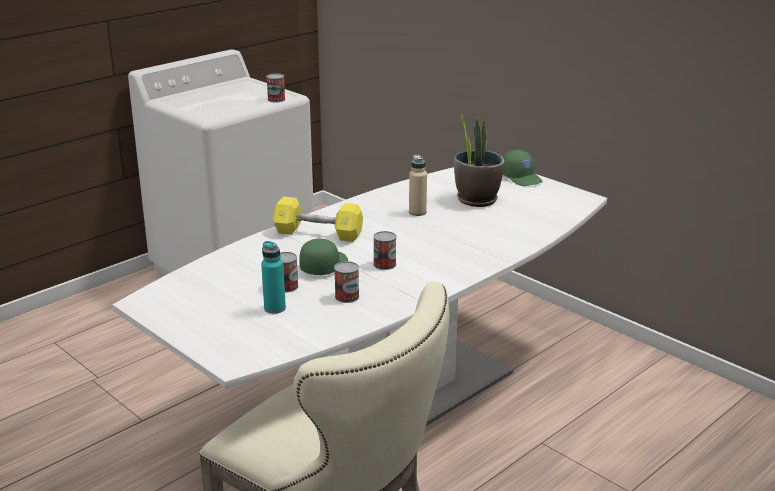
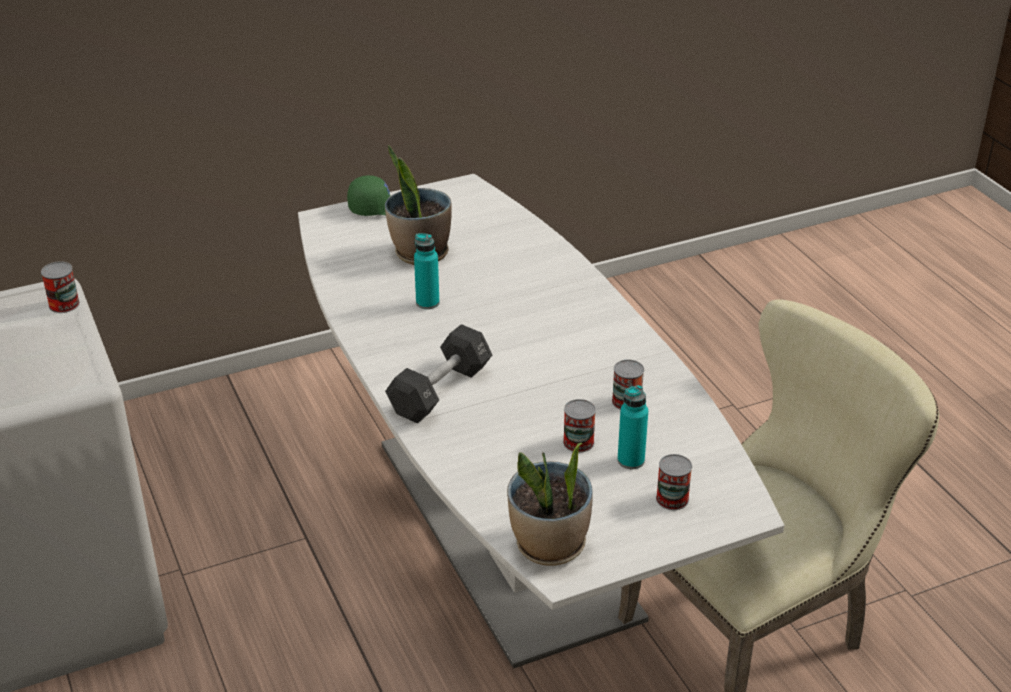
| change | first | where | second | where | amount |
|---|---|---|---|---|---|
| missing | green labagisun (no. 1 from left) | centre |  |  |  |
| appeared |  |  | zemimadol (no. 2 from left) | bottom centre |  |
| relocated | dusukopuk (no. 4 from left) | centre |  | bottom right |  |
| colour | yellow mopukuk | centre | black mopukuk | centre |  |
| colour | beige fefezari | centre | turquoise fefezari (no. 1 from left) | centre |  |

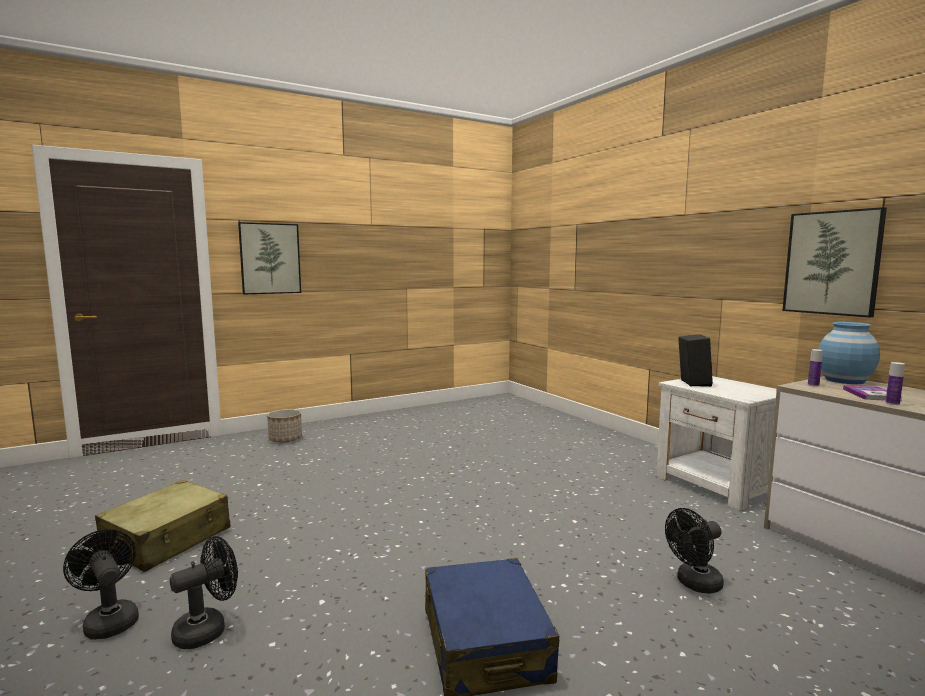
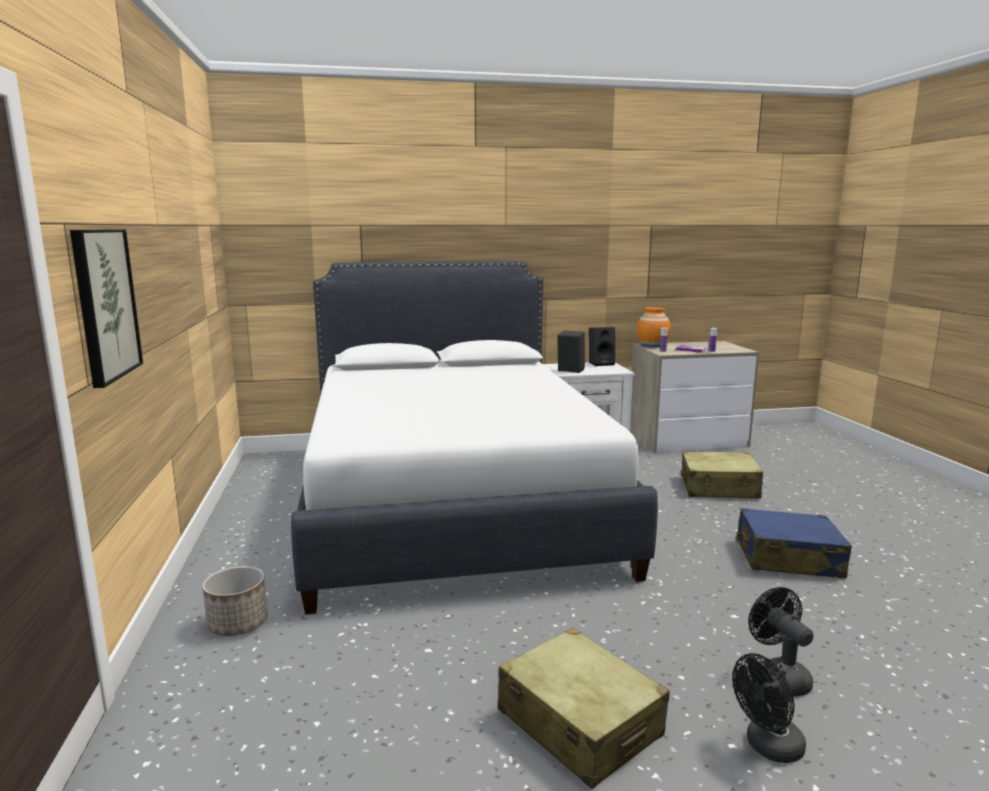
| change | first | where | second | where | amount |
|---|---|---|---|---|---|
| missing | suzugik (no. 2 from left) | middle right |  |  |  |
| appeared |  |  | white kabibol | centre |  |
| appeared |  |  | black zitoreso (no. 2 from left) | centre |  |
| exchanged | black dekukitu (no. 3 from left) | bottom right | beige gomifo (no. 2 from left) | middle right |  |
| colour | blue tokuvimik | middle right | orange tokuvimik | centre |  |

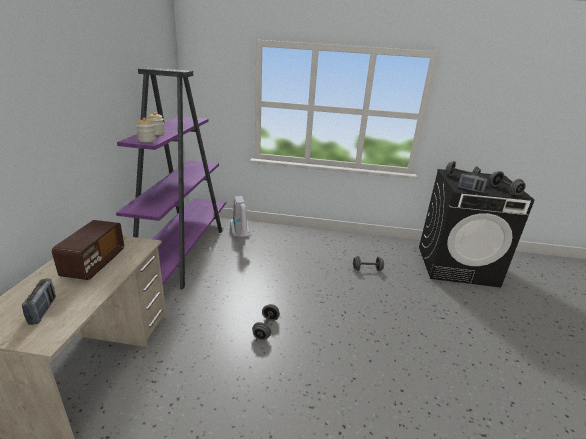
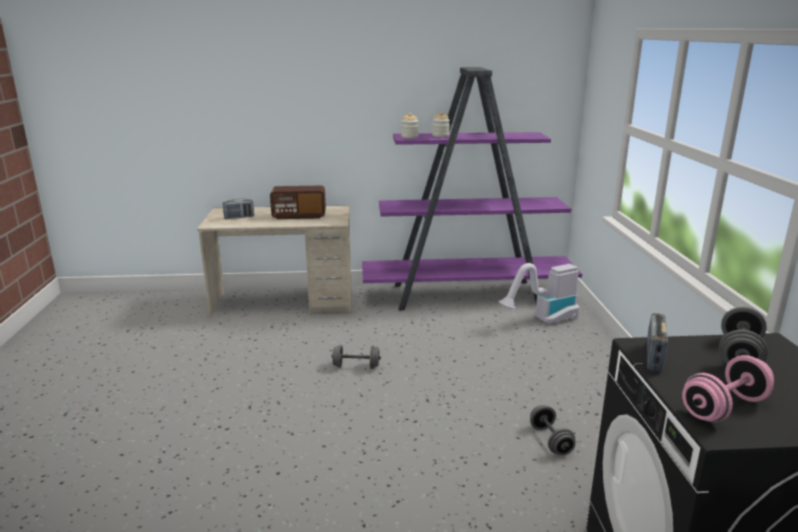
| change | first | where | second | where | amount |
|---|---|---|---|---|---|
| colour | grey mopukuk (no. 4 from left) | middle right | pink mopukuk | bottom right |  |

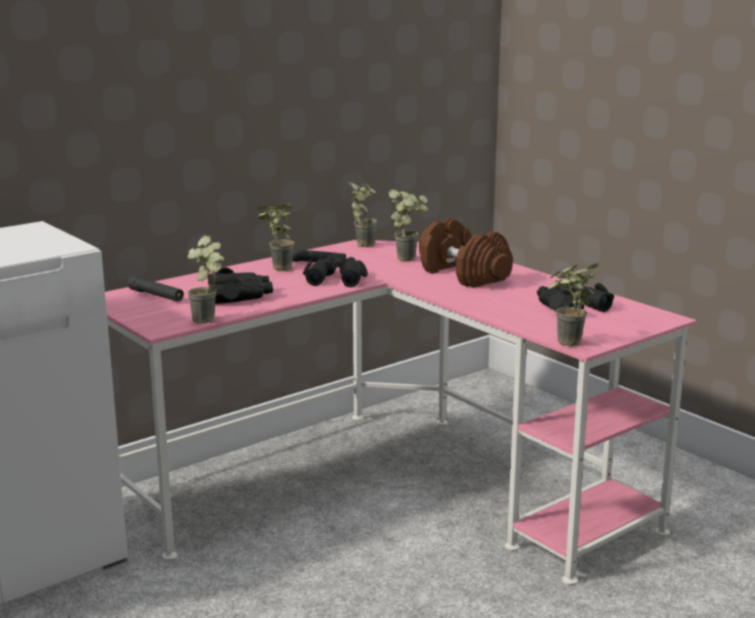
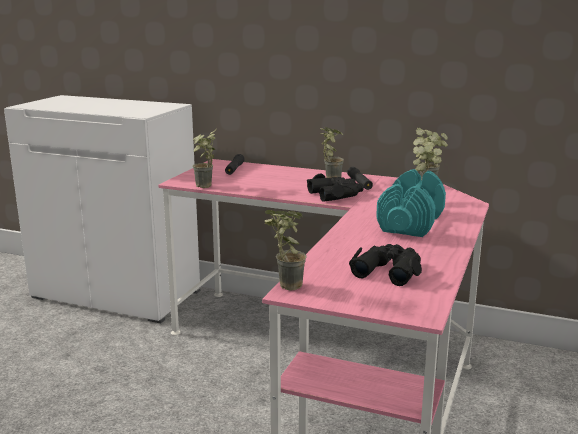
| change | first | where | second | where | amount |
|---|---|---|---|---|---|
| missing | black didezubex (no. 1 from left) | middle left |  |  |  |
| colour | brown mopukuk | centre | turquoise mopukuk | middle right |  |

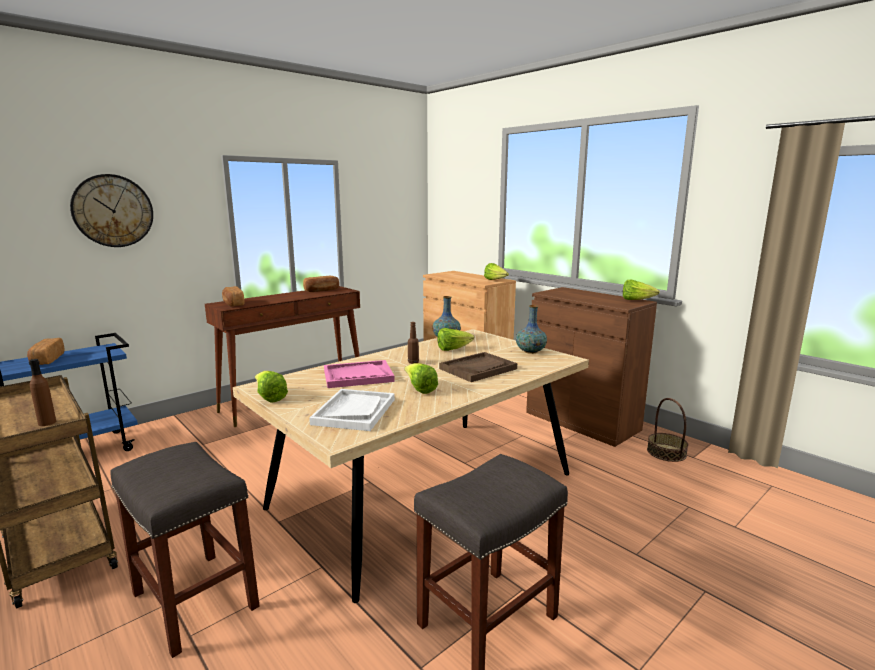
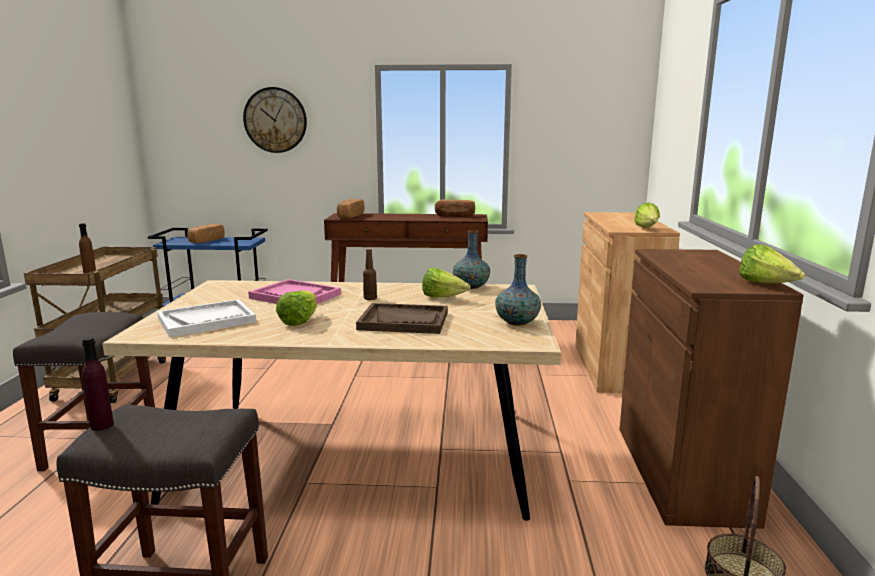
| change | first | where | second | where | amount |
|---|---|---|---|---|---|
| missing | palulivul (no. 1 from left) | middle left |  |  |  |
| appeared |  |  | purple fefezari | bottom left |  |

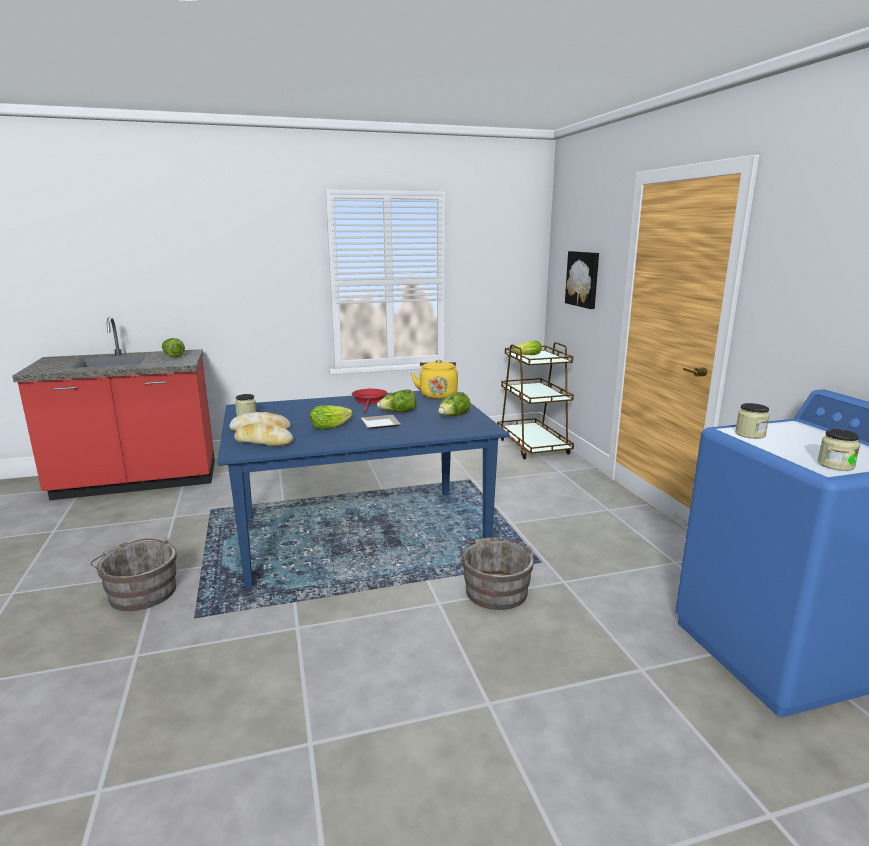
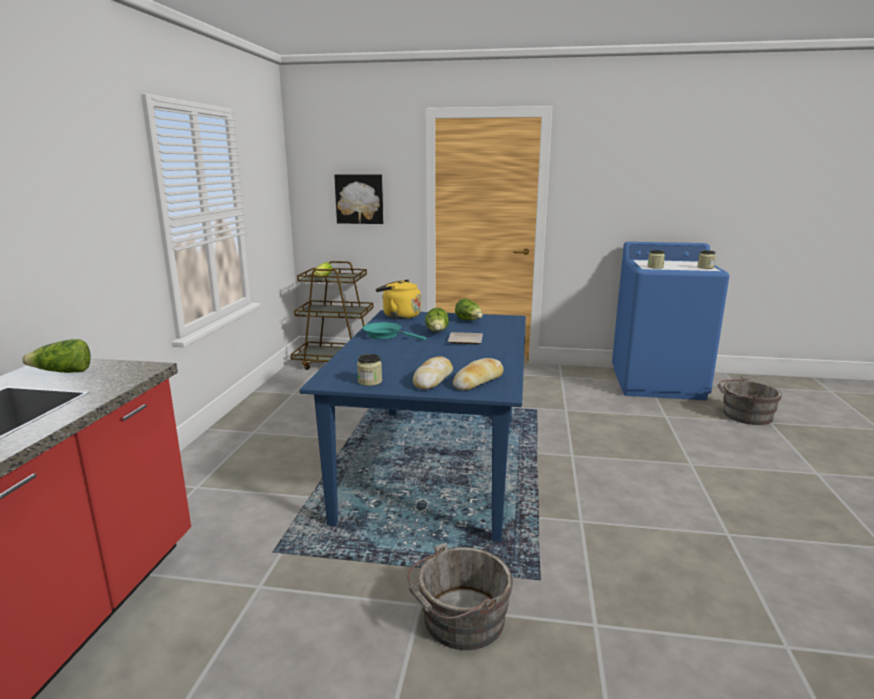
| change | first | where | second | where | amount |
|---|---|---|---|---|---|
| missing | palulivul (no. 2 from left) | centre |  |  |  |
| relocated | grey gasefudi (no. 2 from left) | bottom centre |  | middle right |  |
| colour | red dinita | centre | turquoise dinita | centre |  |

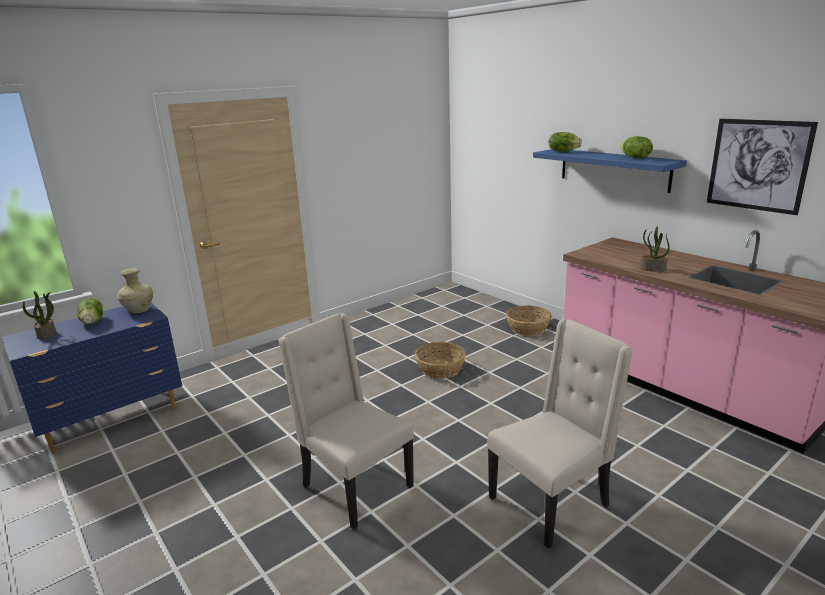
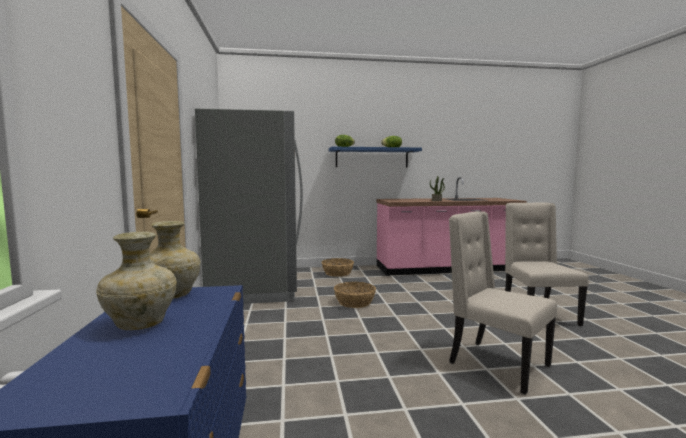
| change | first | where | second | where | amount |
|---|---|---|---|---|---|
| missing | zemimadol (no. 1 from left) | middle left |  |  |  |
| missing | suzugik | top right |  |  |  |
| appeared |  |  | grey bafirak | centre |  |
| exchanged | palulivul (no. 1 from left) | middle left | beige tokuvimik (no. 1 from left) | middle left |  |
| spun | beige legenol (no. 1 from left) | bottom centre |  | bottom right | 60 degrees clockwise |

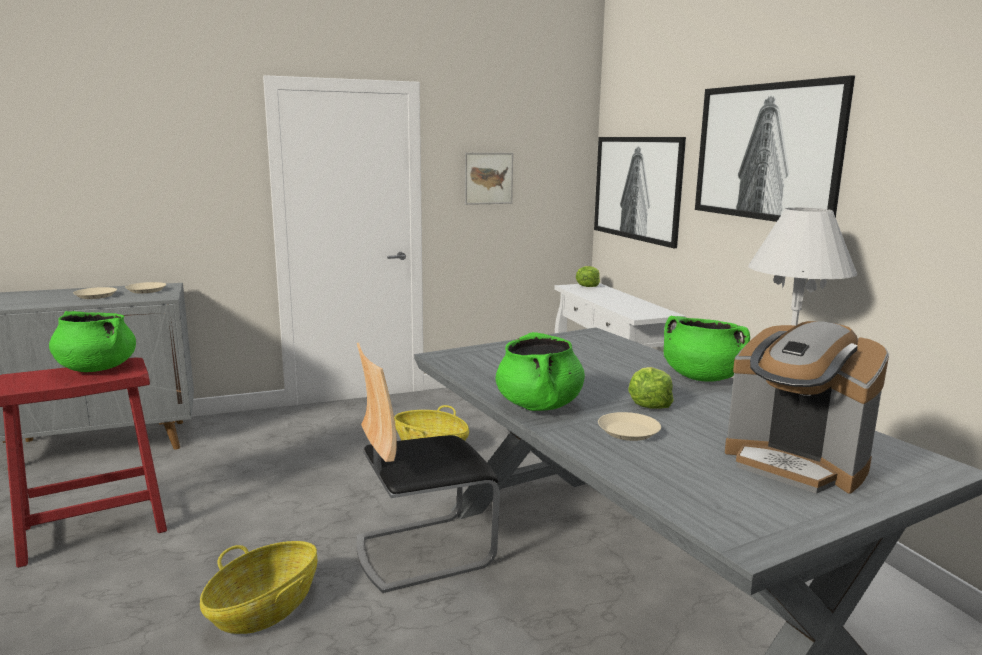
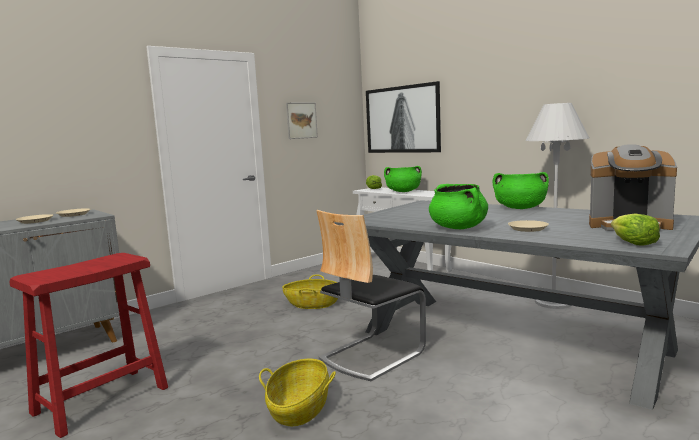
| change | first | where | second | where | amount |
|---|---|---|---|---|---|
| missing | suzugik (no. 3 from left) | top right |  |  |  |
| relocated | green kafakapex (no. 1 from left) | middle left |  | centre |  |
| relocated | palulivul (no. 2 from left) | centre |  | middle right |  |

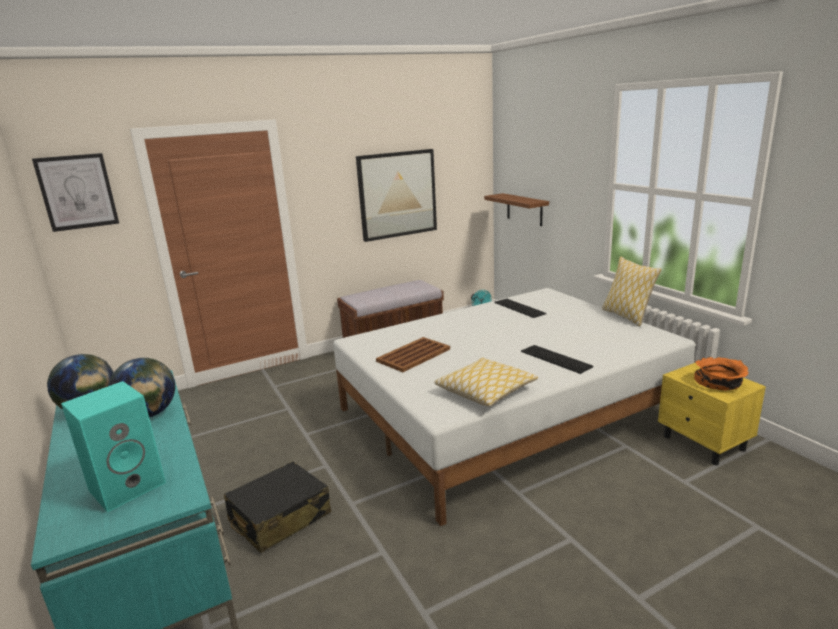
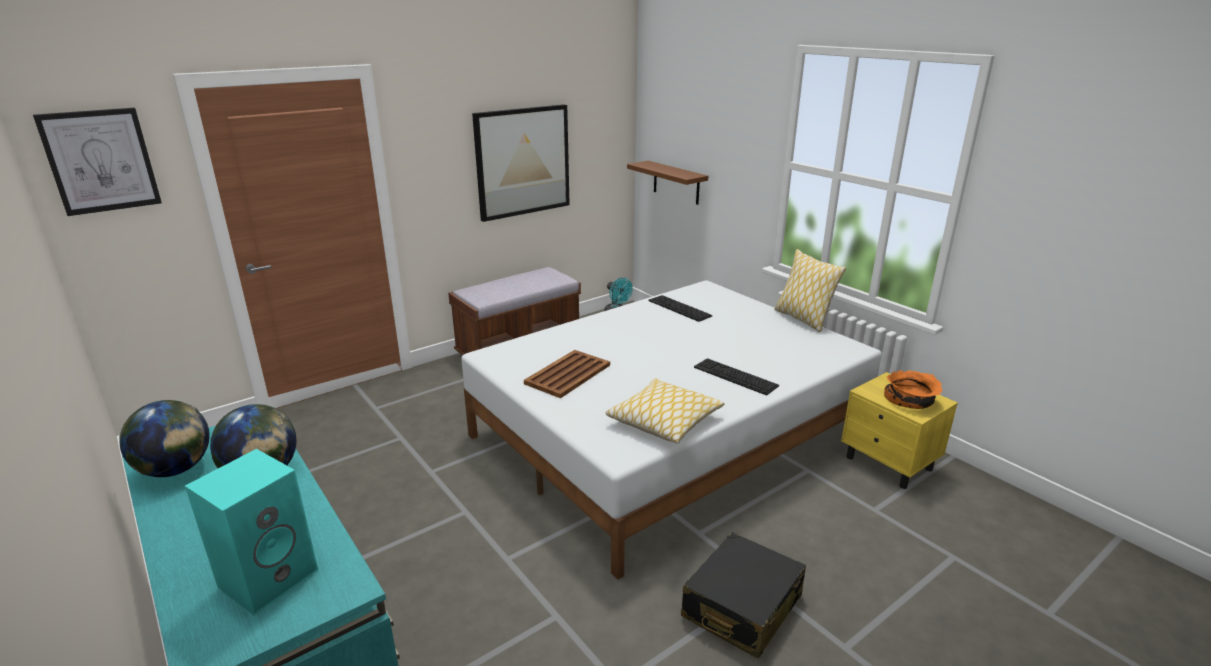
| change | first | where | second | where | amount |
|---|---|---|---|---|---|
| relocated | black gomifo | bottom left |  | bottom centre |  |

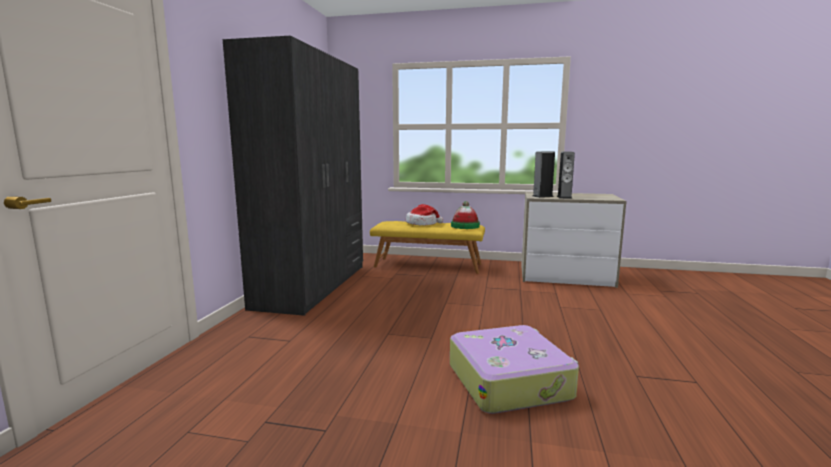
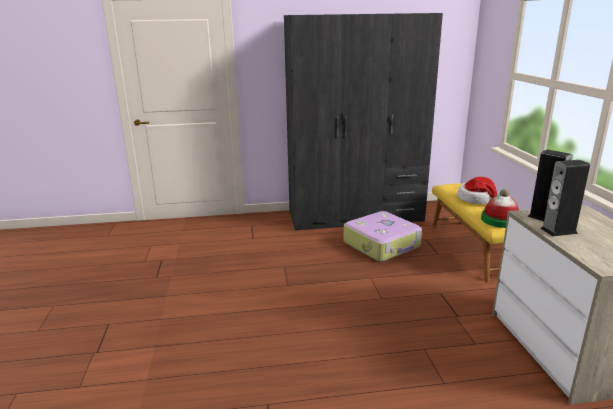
| change | first | where | second | where | amount |
|---|---|---|---|---|---|
| relocated | gomifo | bottom centre |  | centre |  |

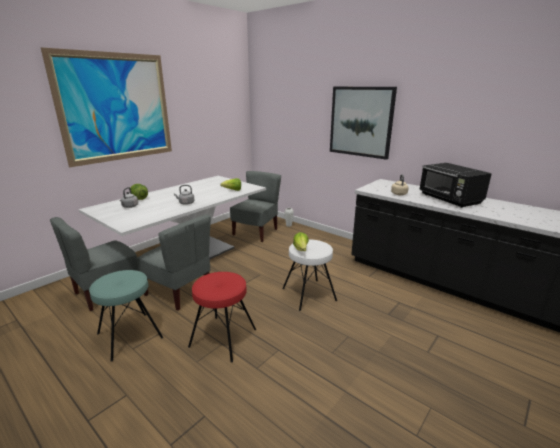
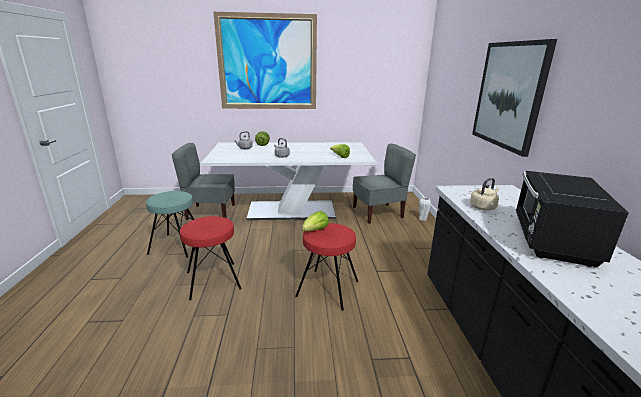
| change | first | where | second | where | amount |
|---|---|---|---|---|---|
| missing | grey legenol (no. 2 from left) | middle left |  |  |  |
| colour | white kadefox | centre | red kadefox (no. 2 from left) | bottom centre |  |

